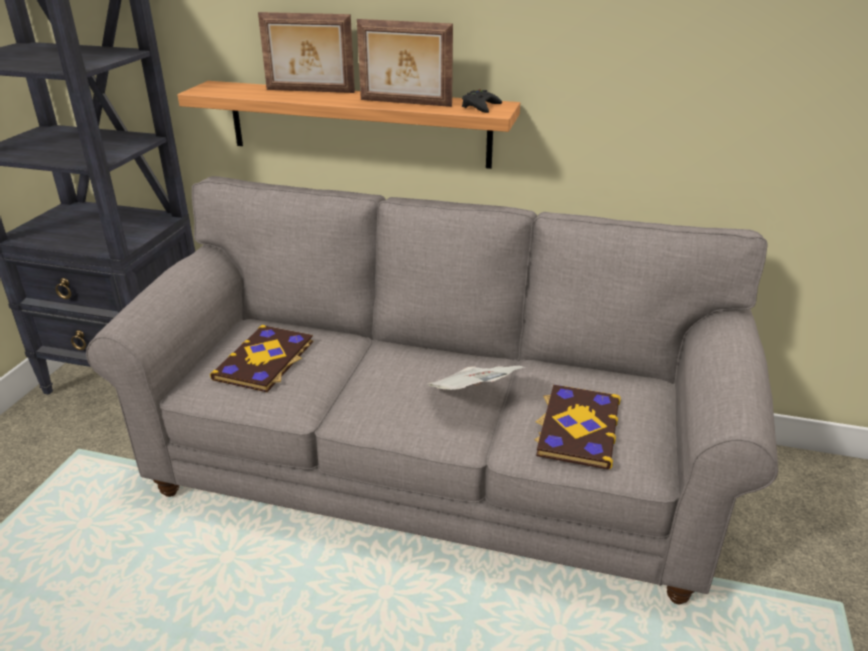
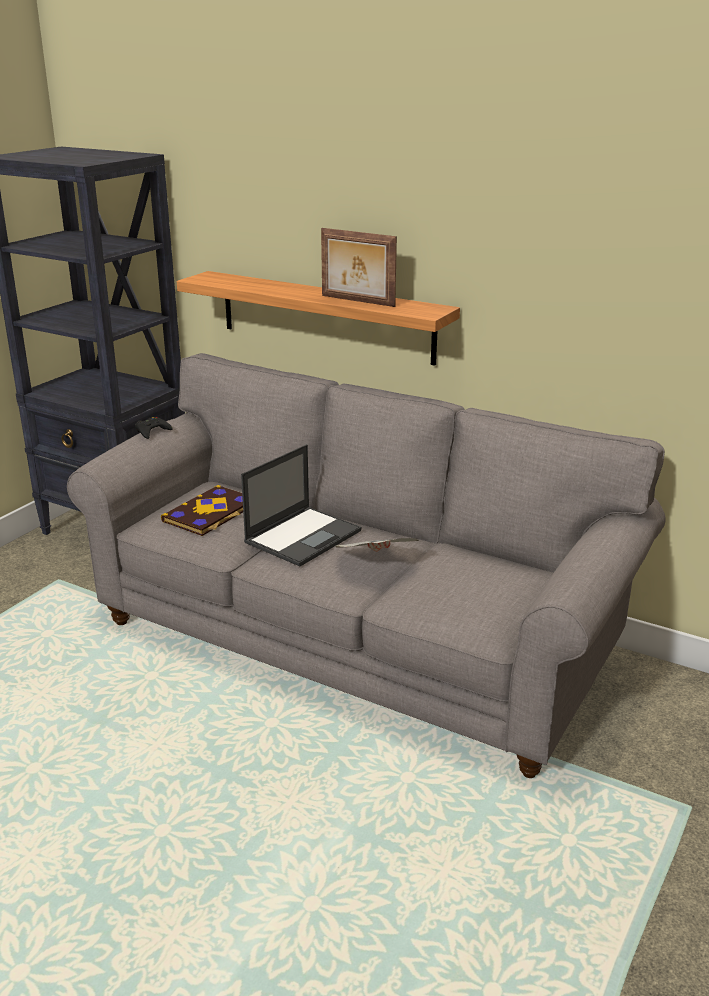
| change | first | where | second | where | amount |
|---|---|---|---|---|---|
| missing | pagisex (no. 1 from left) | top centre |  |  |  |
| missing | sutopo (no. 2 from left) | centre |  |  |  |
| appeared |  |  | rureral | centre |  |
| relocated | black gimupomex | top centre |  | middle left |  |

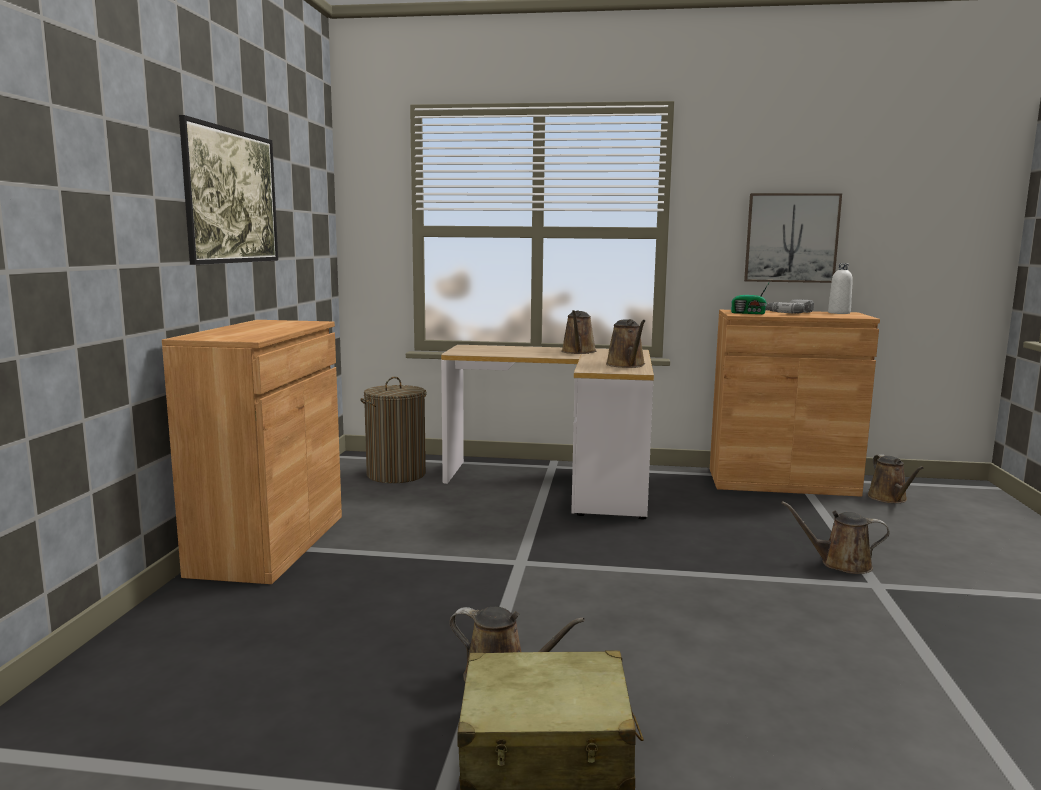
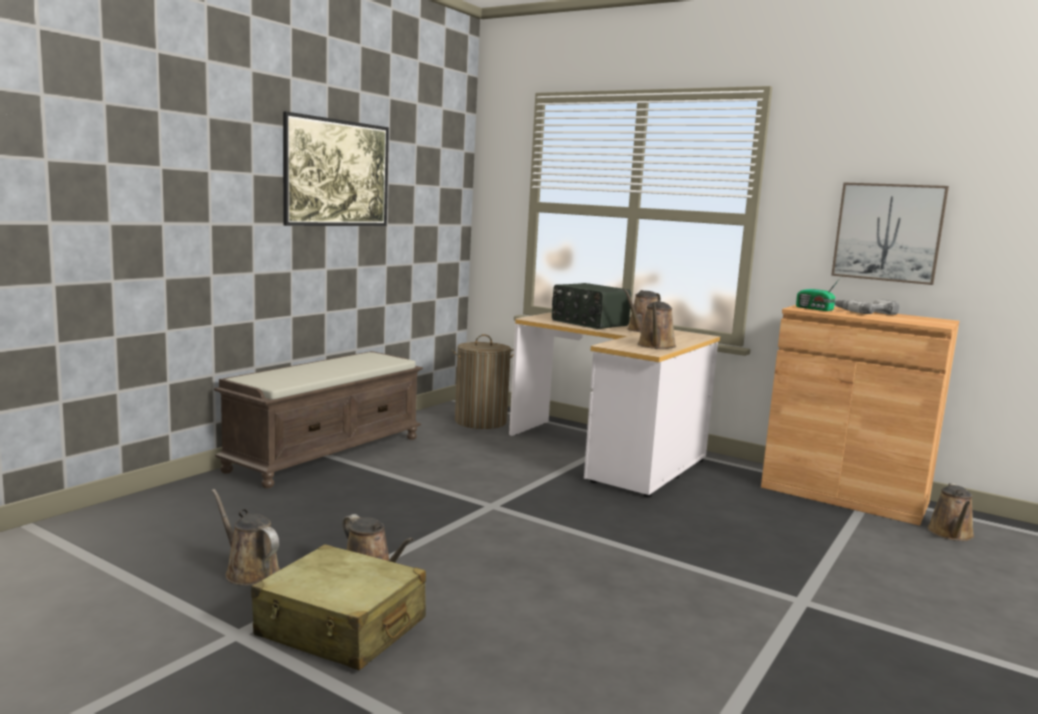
| change | first | where | second | where | amount |
|---|---|---|---|---|---|
| missing | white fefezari | middle right |  |  |  |
| appeared |  |  | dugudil (no. 1 from left) | centre |  |
| relocated | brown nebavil (no. 4 from left in the first image) | bottom right | brown nebavil (no. 1 from left) | bottom left |  |
| exchanged | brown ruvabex (no. 1 from left) | middle left | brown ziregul | middle left |  |

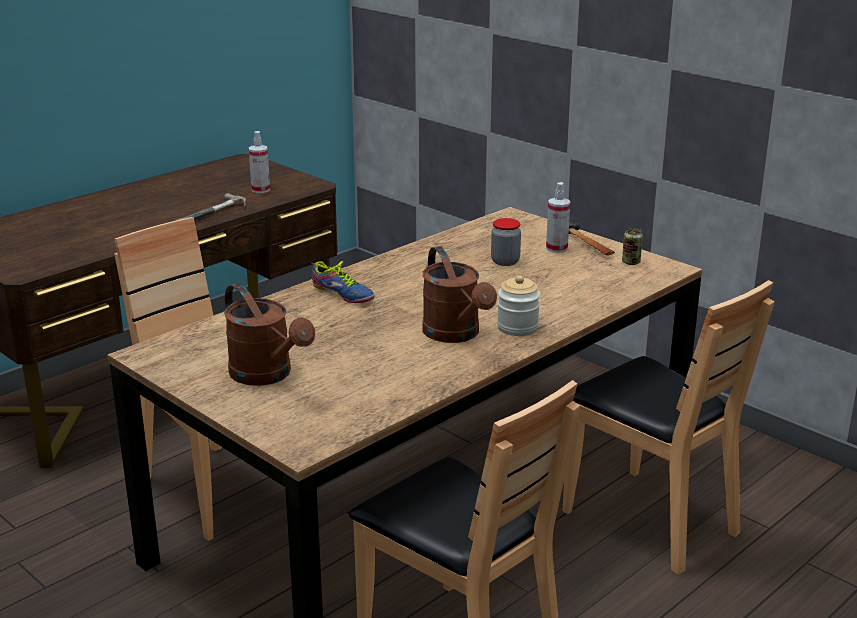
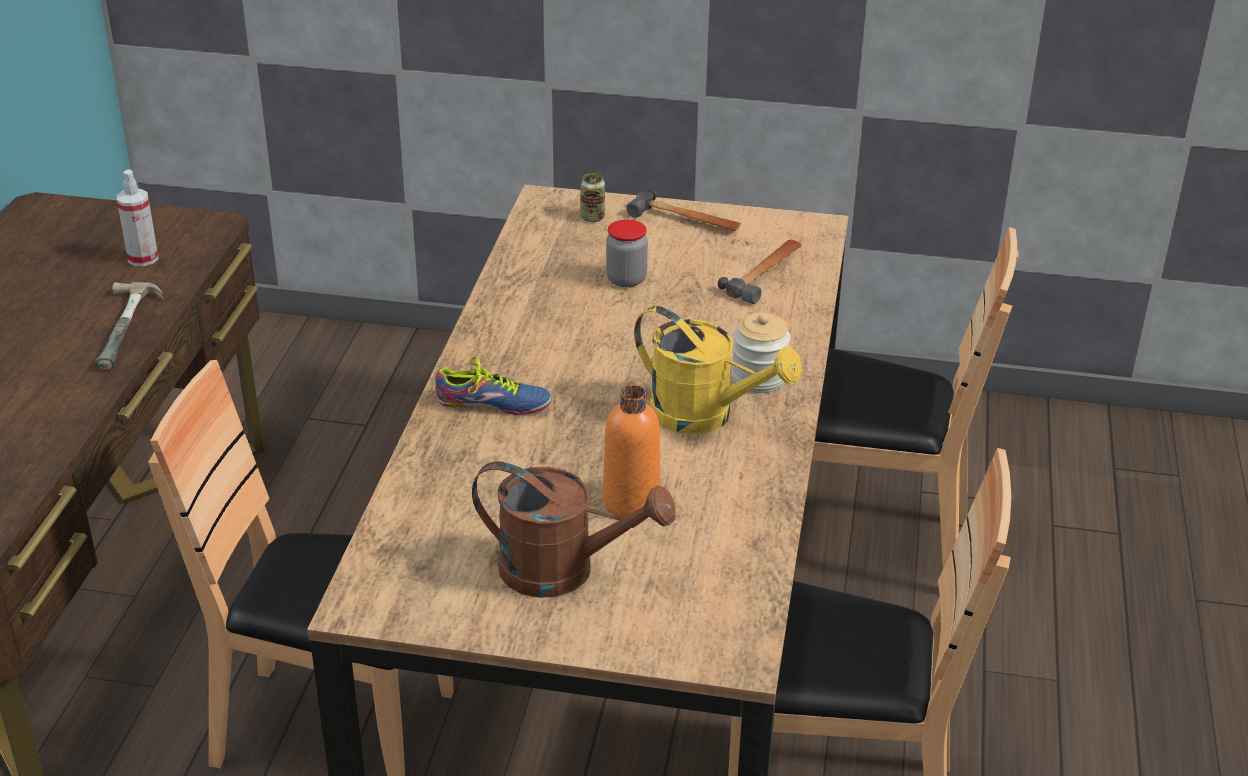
| change | first | where | second | where | amount |
|---|---|---|---|---|---|
| missing | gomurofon (no. 2 from left) | centre |  |  |  |
| appeared |  |  | orange fefezari | centre |  |
| appeared |  |  | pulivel (no. 3 from left) | centre |  |
| relocated | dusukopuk | middle right |  | top centre |  |
| colour | brown nebavil (no. 2 from left) | centre | yellow nebavil | centre |  |

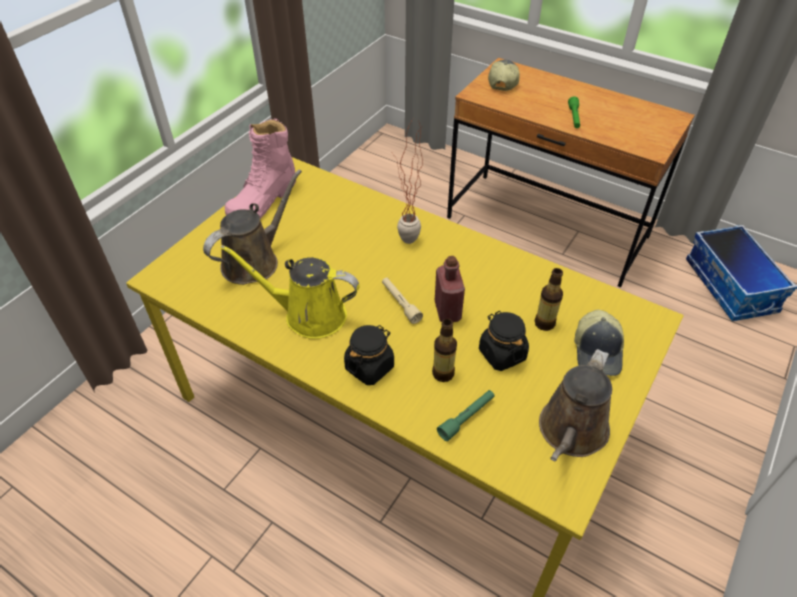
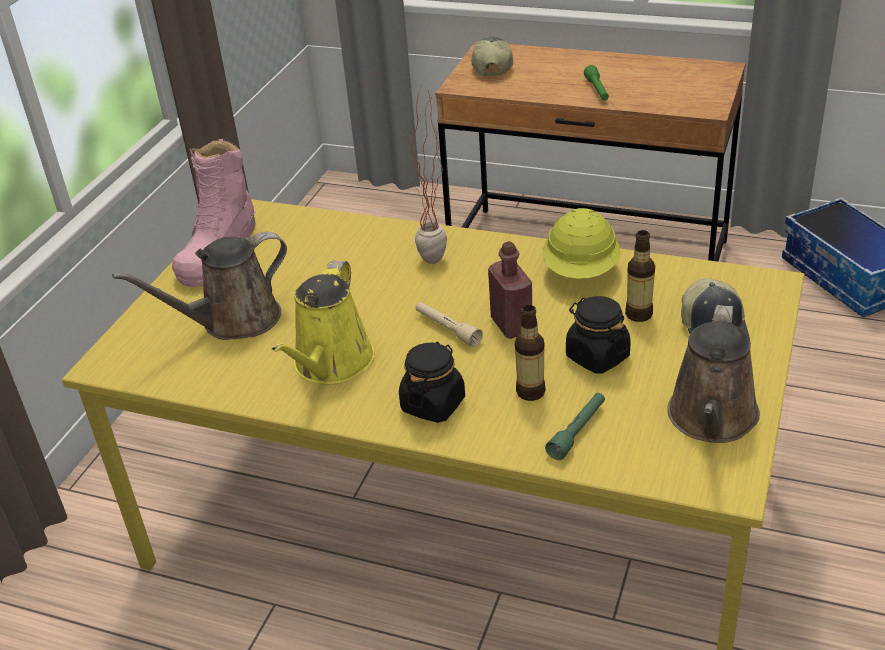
| change | first | where | second | where | amount |
|---|---|---|---|---|---|
| appeared |  |  | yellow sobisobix | centre |  |
| spun | brown nebavil (no. 1 from left) | middle left |  | middle left | 150 degrees counterclockwise |
| spun | yellow nebavil | centre |  | centre | 75 degrees counterclockwise |

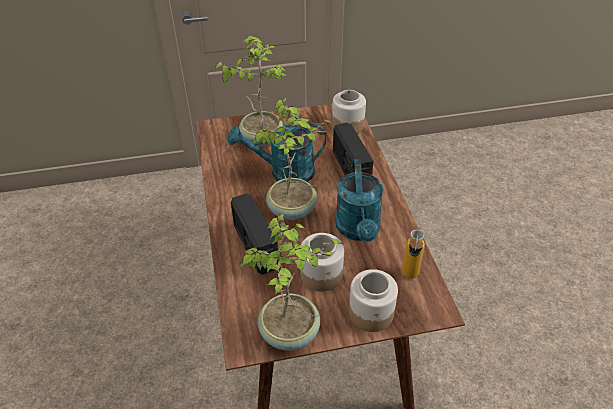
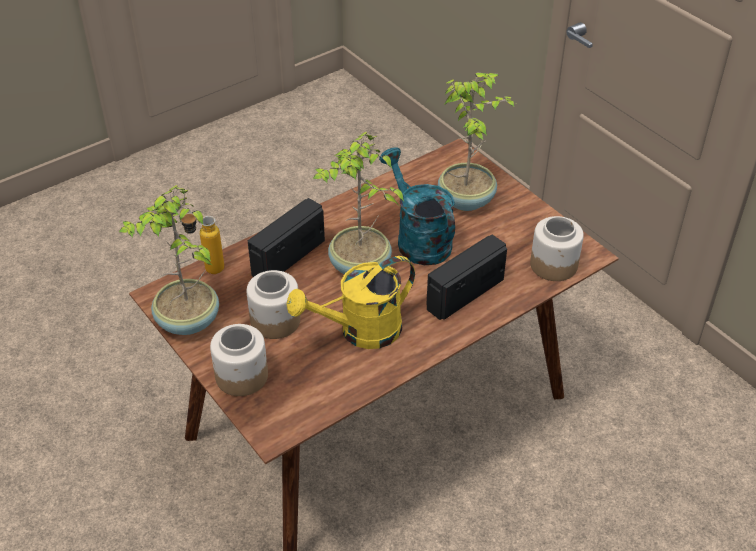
| change | first | where | second | where | amount |
|---|---|---|---|---|---|
| relocated | fefezari | middle right |  | middle left |  |
| colour | turquoise nebavil (no. 2 from left) | centre | yellow nebavil | centre |  |

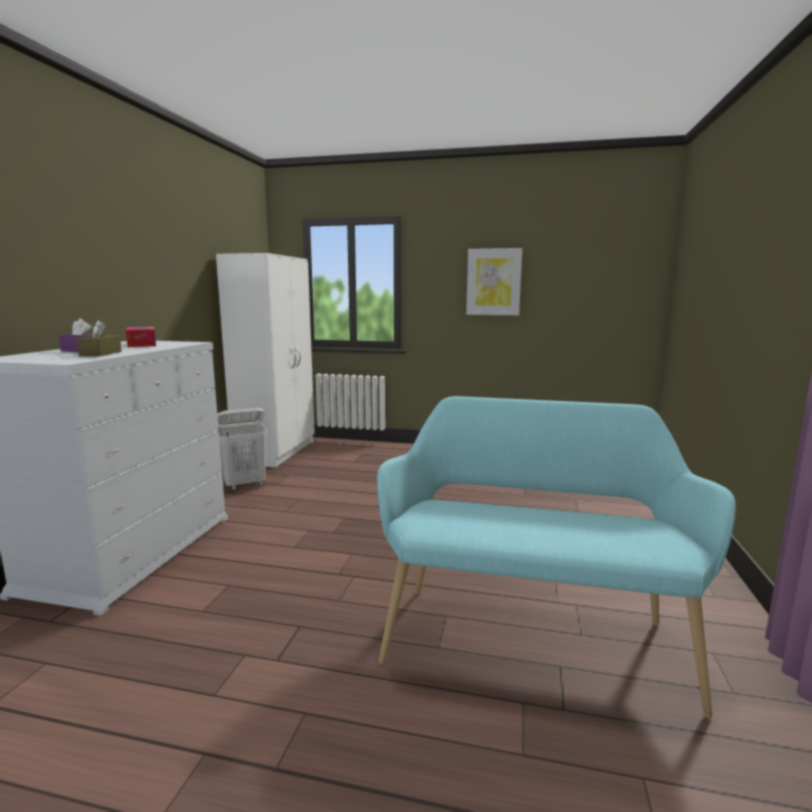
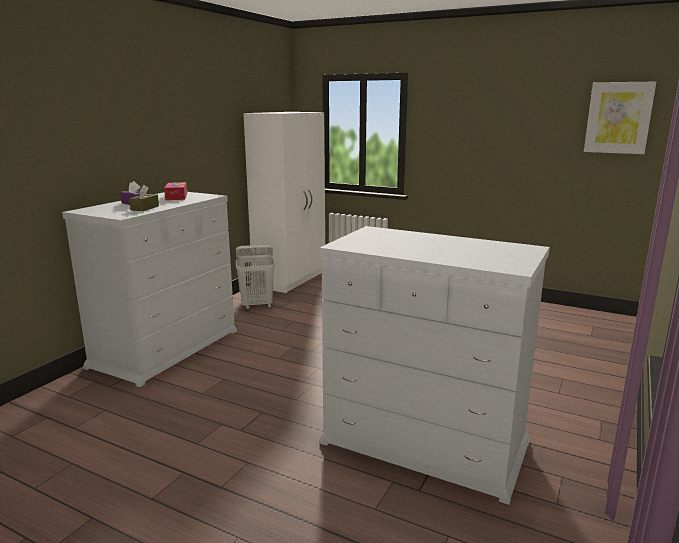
| change | first | where | second | where | amount |
|---|---|---|---|---|---|
| relocated | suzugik | centre |  | top right |  |
| exchanged | turquoise ziregul | bottom right | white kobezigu (no. 2 from left) | bottom centre |  |

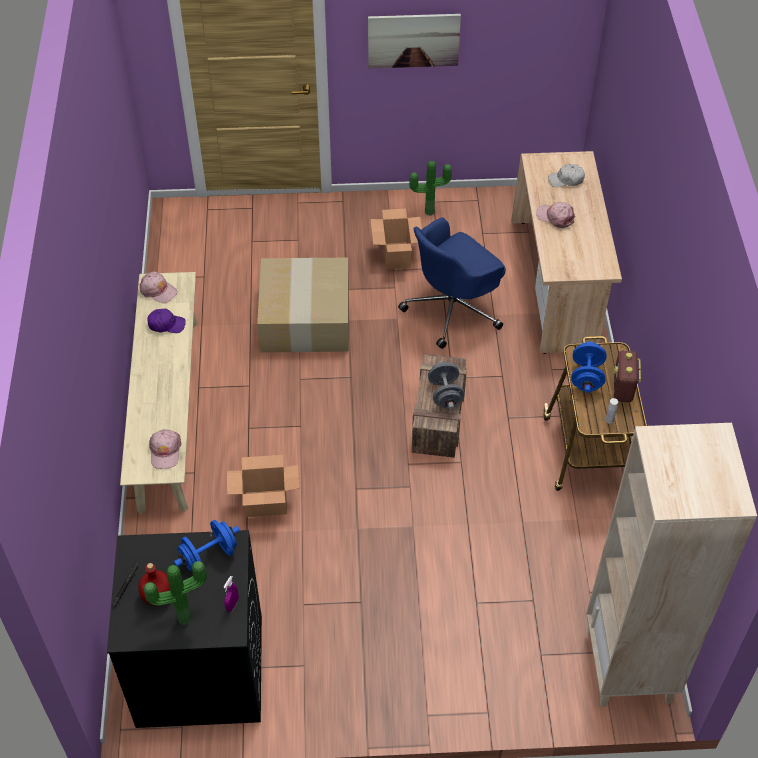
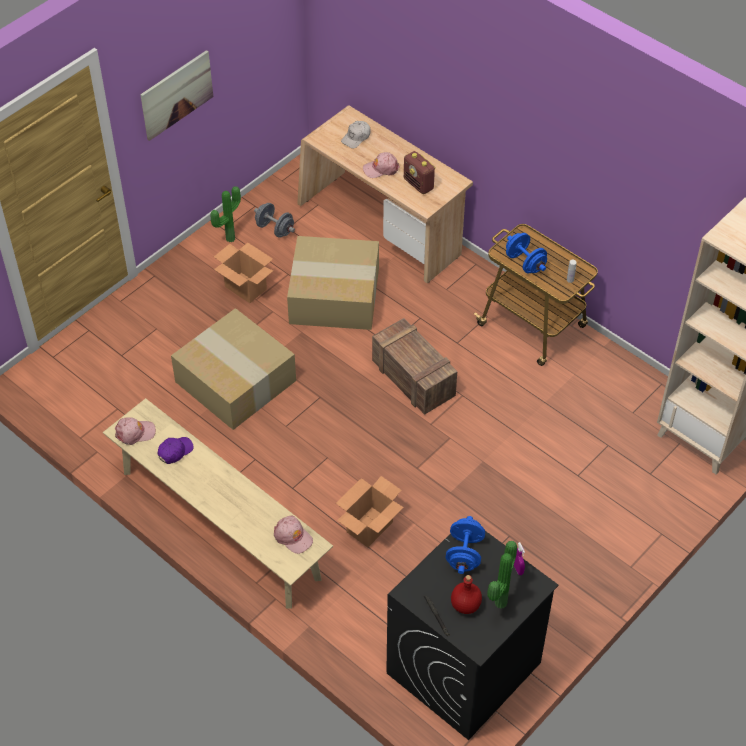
| change | first | where | second | where | amount |
|---|---|---|---|---|---|
| relocated | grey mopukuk | centre |  | top centre |  |
| relocated | dugudil | middle right |  | top centre |  |
| exchanged | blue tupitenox | centre | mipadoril (no. 3 from left) | centre |  |

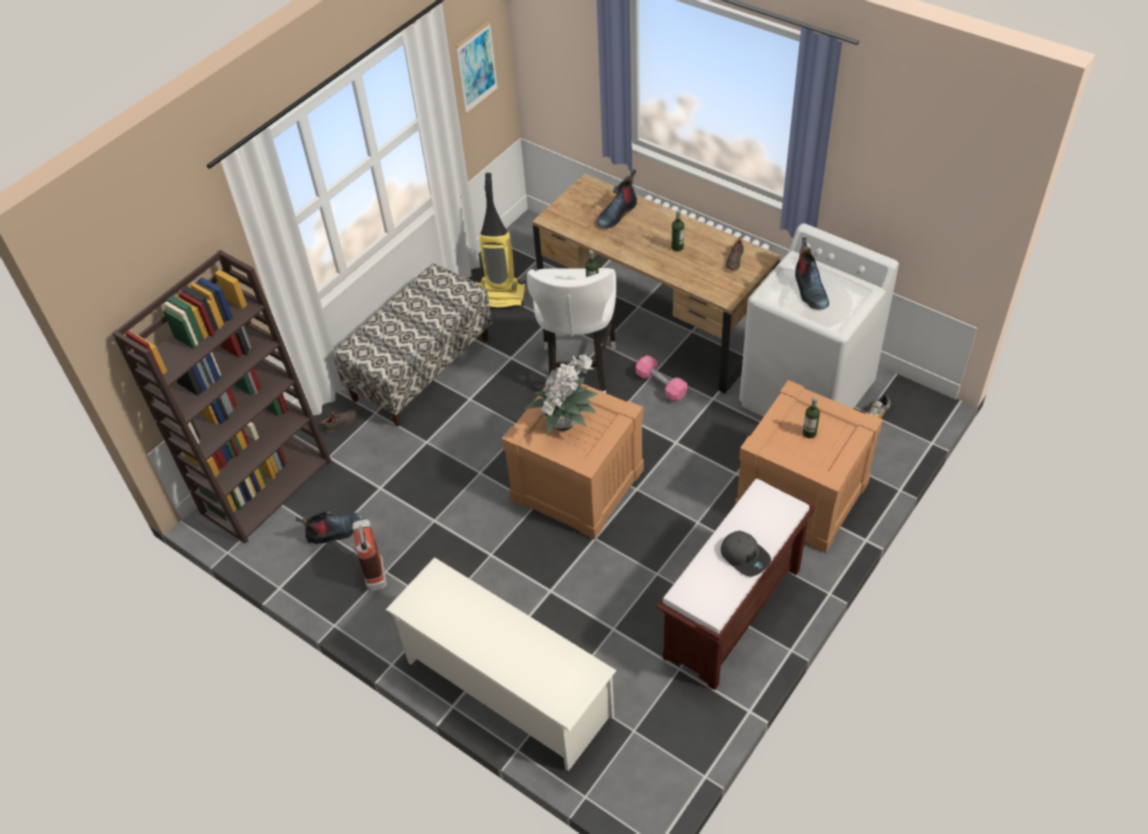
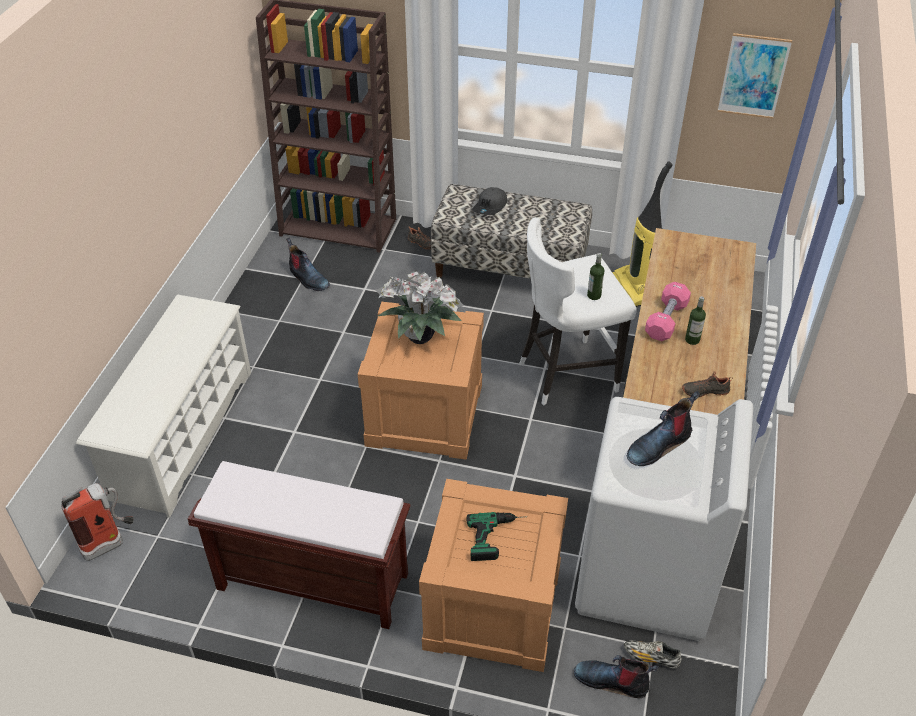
| change | first | where | second | where | amount |
|---|---|---|---|---|---|
| relocated | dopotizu | middle left |  | bottom left |  |
| relocated | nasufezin (no. 2 from left) | top centre |  | bottom right |  |
| relocated | pink mopukuk | centre |  | middle right |  |
| relocated | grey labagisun | centre |  | top centre |  |
| exchanged | fefezari (no. 3 from left) | middle right | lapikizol | bottom centre |  |

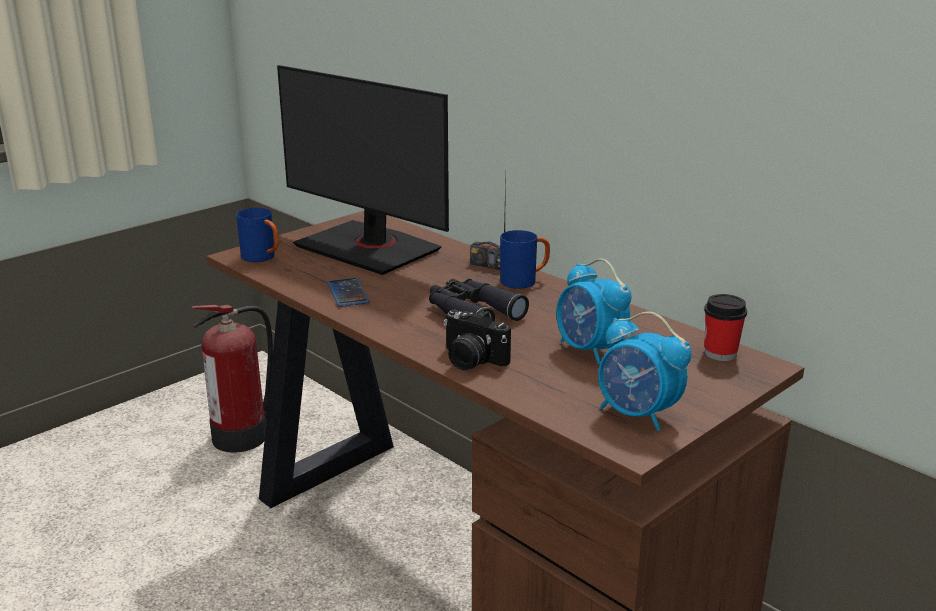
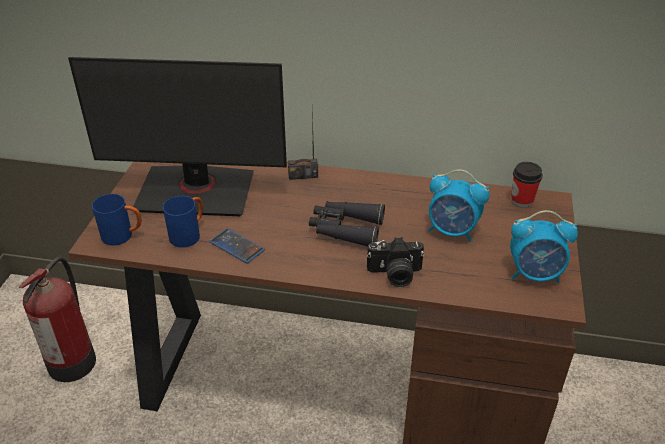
| change | first | where | second | where | amount |
|---|---|---|---|---|---|
| relocated | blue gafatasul (no. 2 from left) | centre |  | middle left |  |

